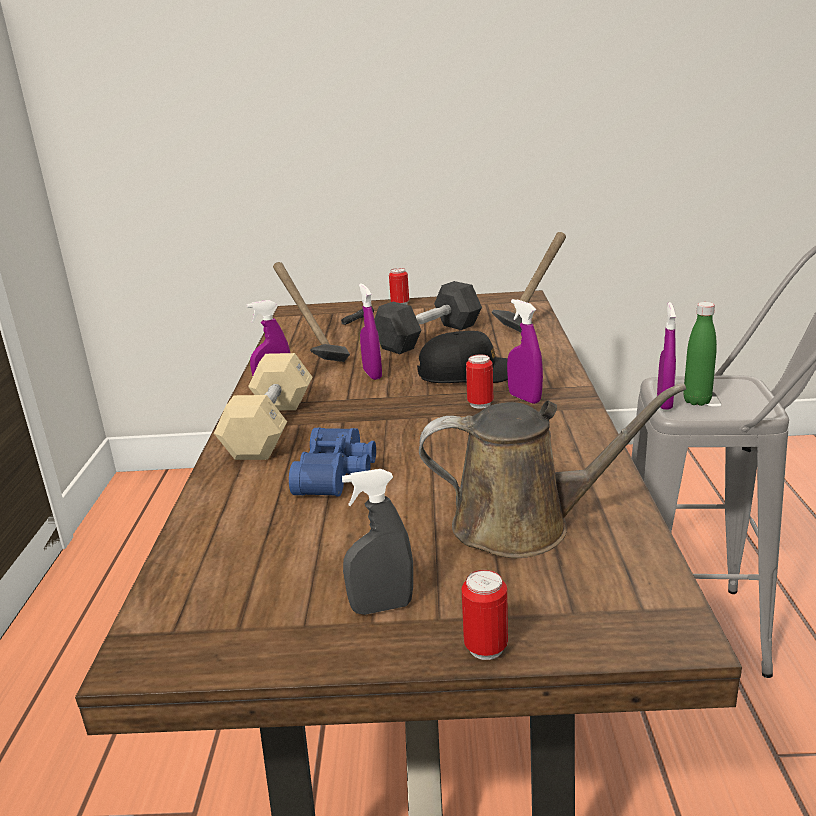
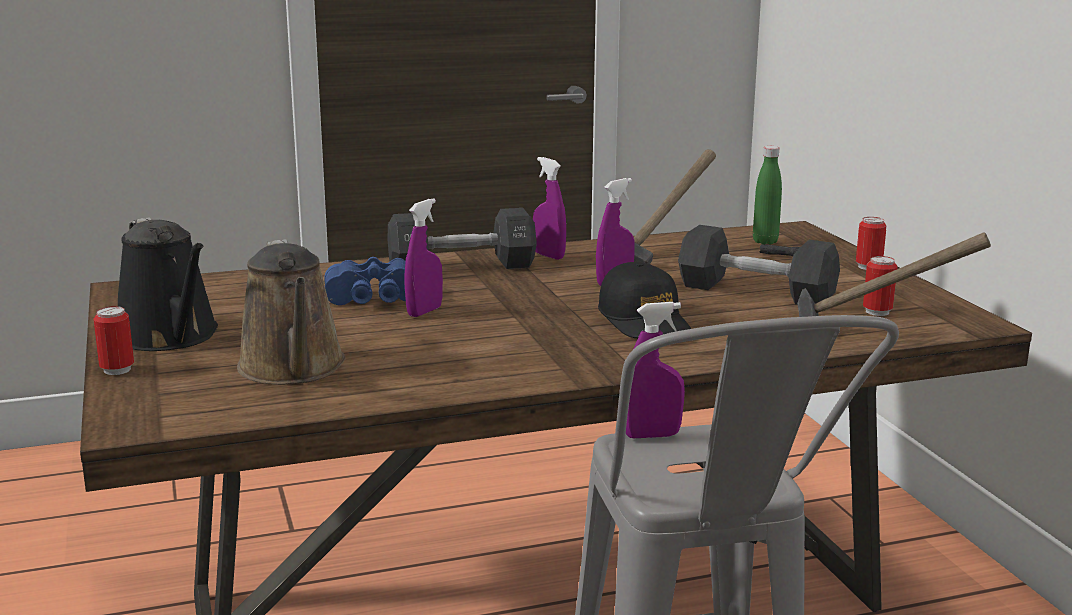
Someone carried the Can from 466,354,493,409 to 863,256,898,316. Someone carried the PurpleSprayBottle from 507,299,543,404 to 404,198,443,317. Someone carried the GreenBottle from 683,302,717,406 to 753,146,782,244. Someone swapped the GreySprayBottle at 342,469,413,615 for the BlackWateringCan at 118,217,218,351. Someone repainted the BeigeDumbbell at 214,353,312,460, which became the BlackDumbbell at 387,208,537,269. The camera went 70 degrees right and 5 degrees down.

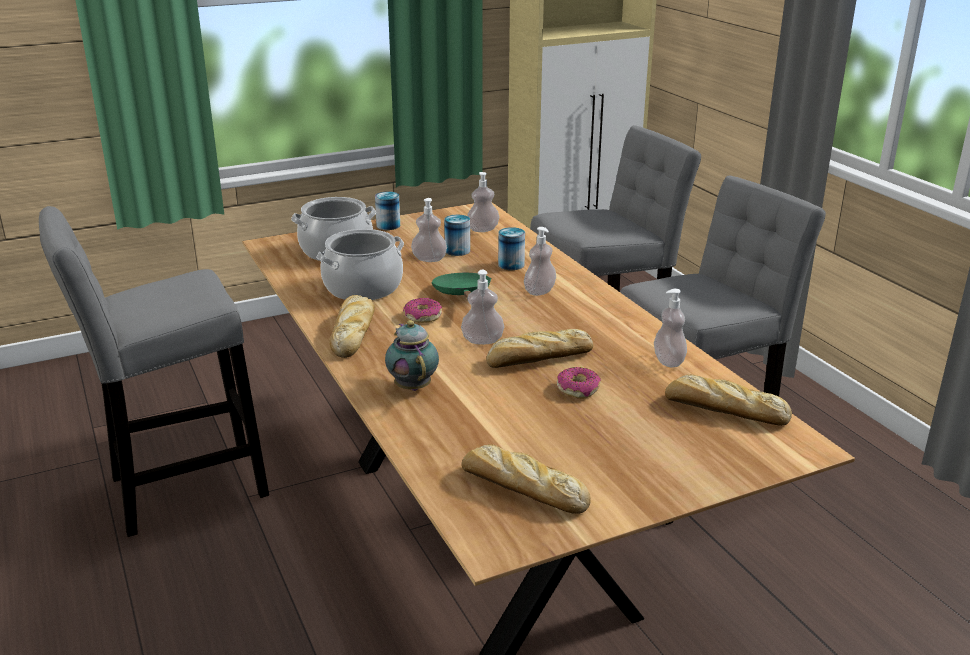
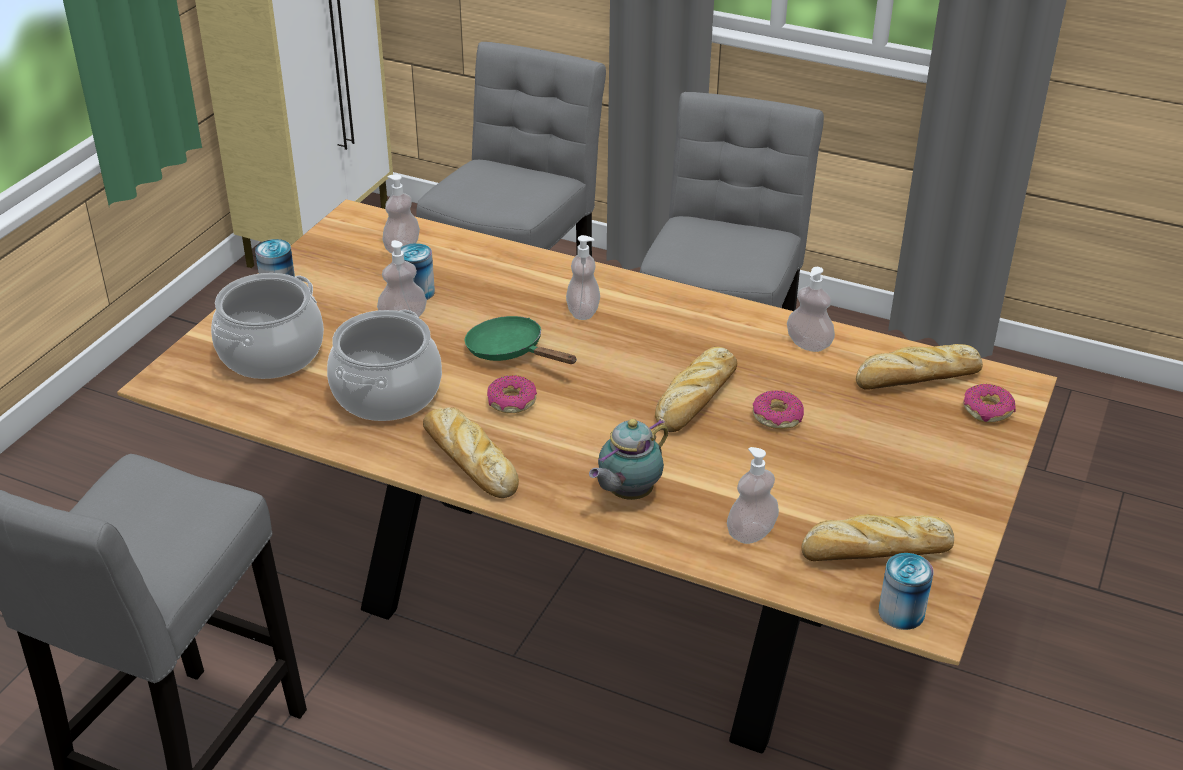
Someone put down the Donut at 963,384,1016,423. Someone carried the SoapDispenser from 461,270,504,345 to 727,447,779,544. Someone carried the Can from 498,227,525,270 to 878,553,933,630. Someone rotated the Teapot at 385,320,439,391 by 75 degrees counterclockwise. The camera went 40 degrees left and 10 degrees up.

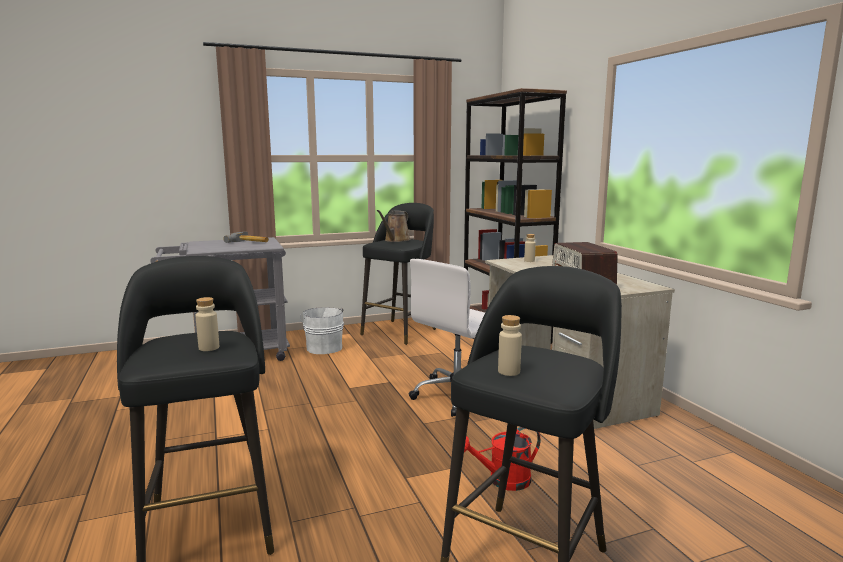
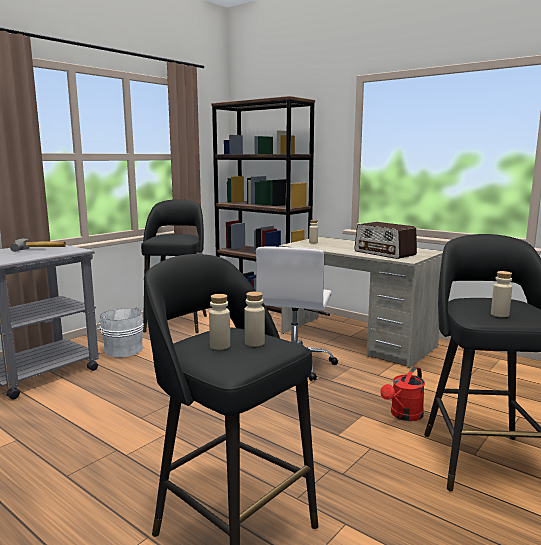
Someone took away the BrownWateringCan at 377,210,411,242. Someone put down the BeigeBottle at 209,294,230,350. The camera went 30 degrees left and 0 degrees up.

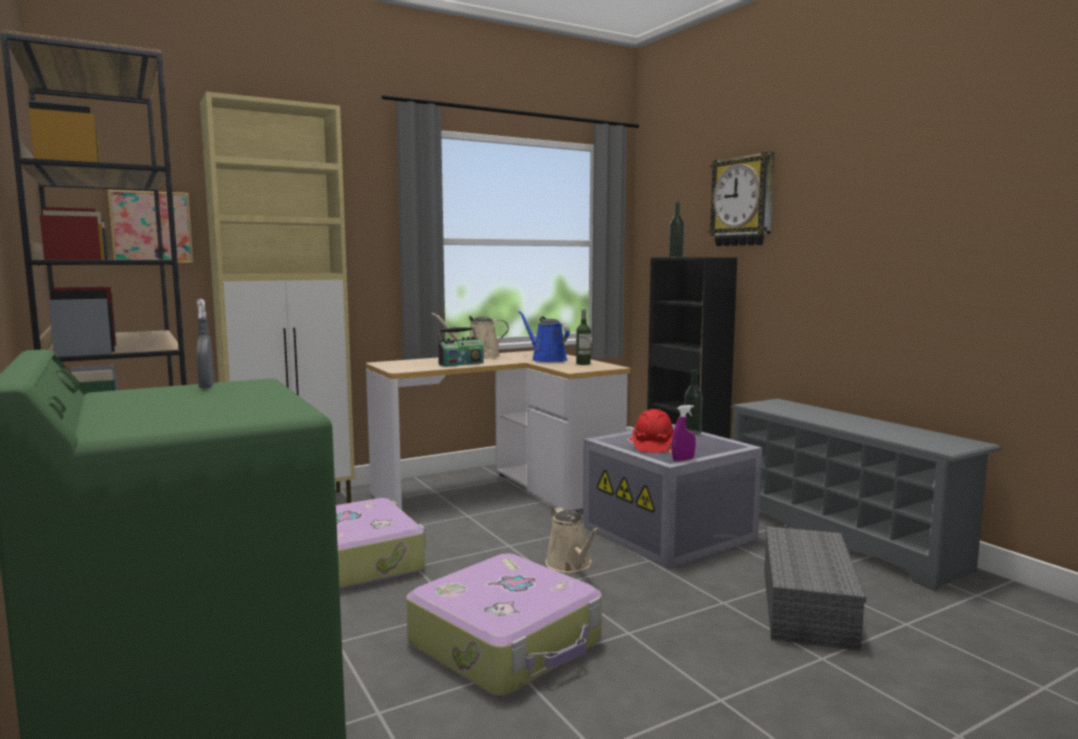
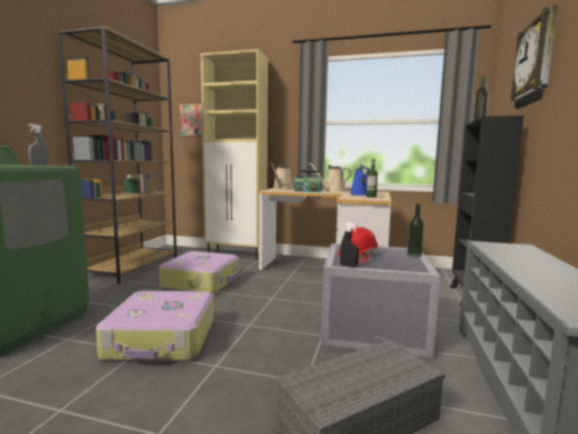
Someone carried the BeigeWateringCan from 545,507,600,573 to 270,162,294,190. Someone repainted the PurpleSprayBottle at 672,405,696,461, which became the BlackSprayBottle at 340,222,359,267. The camera went 45 degrees right and 0 degrees up.

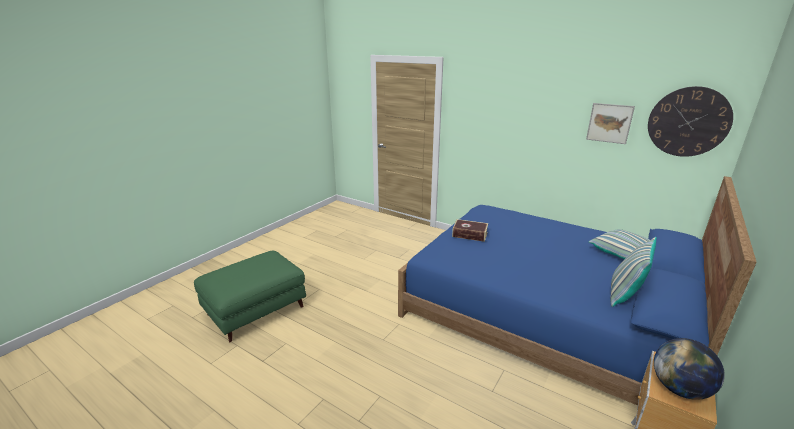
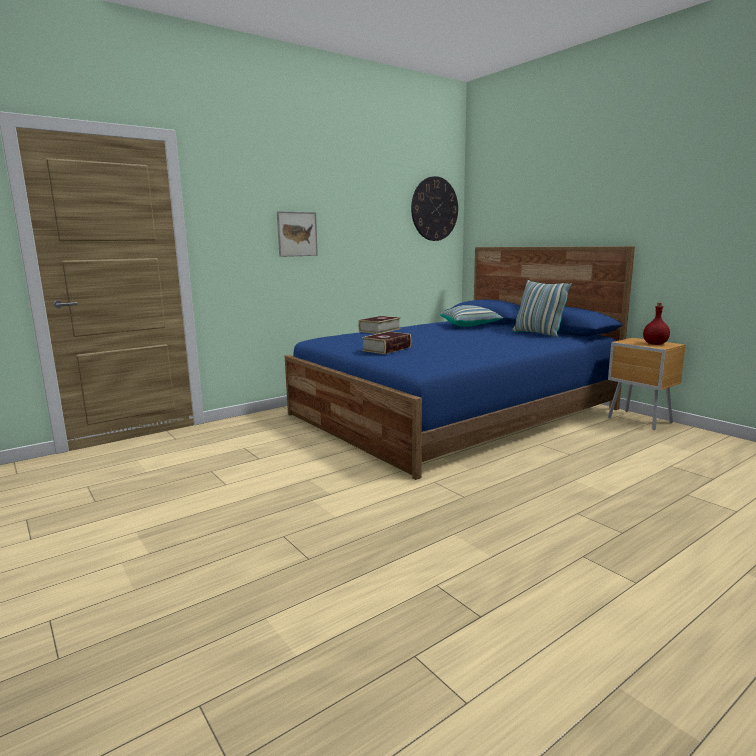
Someone took away the GreenOttoman at 194,251,306,343. Someone put down the Book at 358,316,401,334. Someone carried the Picture from 586,103,635,144 to 277,211,318,257. Someone swapped the Globe at 654,338,725,400 for the RedBottle at 643,303,670,345. The camera went 70 degrees left and 10 degrees down.

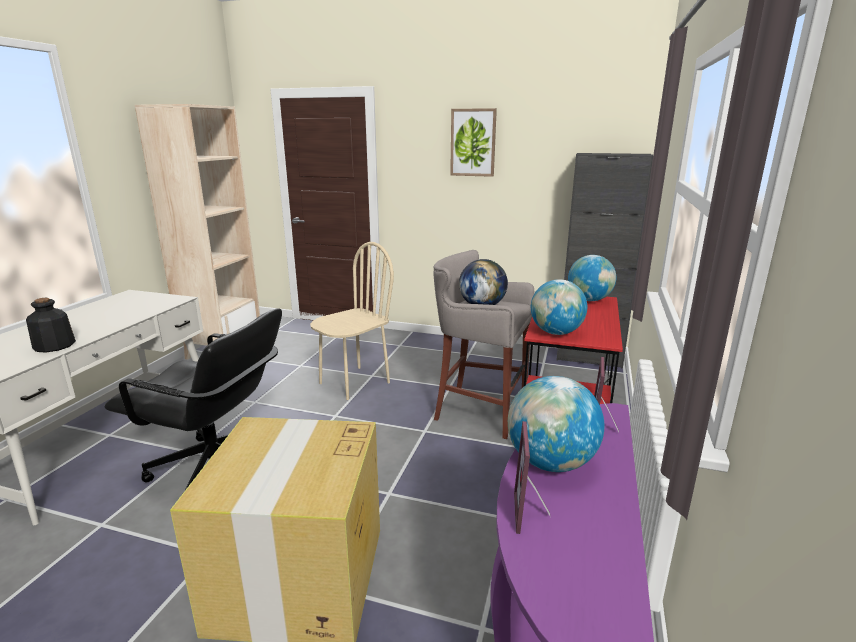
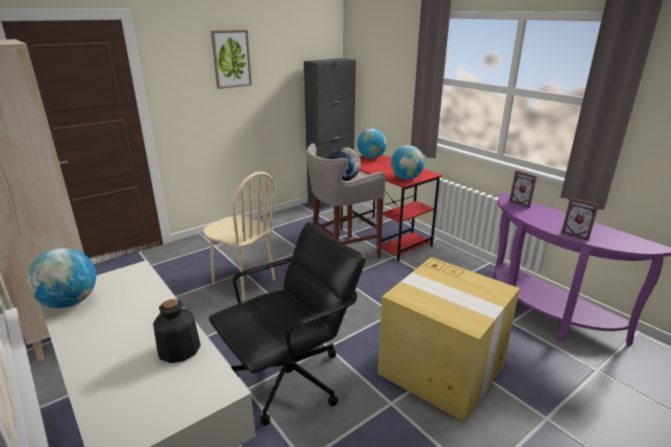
Someone carried the Globe from 508,376,604,472 to 27,248,96,308. Someone rotated the BeigeChair at 310,242,394,400 by 135 degrees clockwise. The camera went 55 degrees left and 5 degrees up.

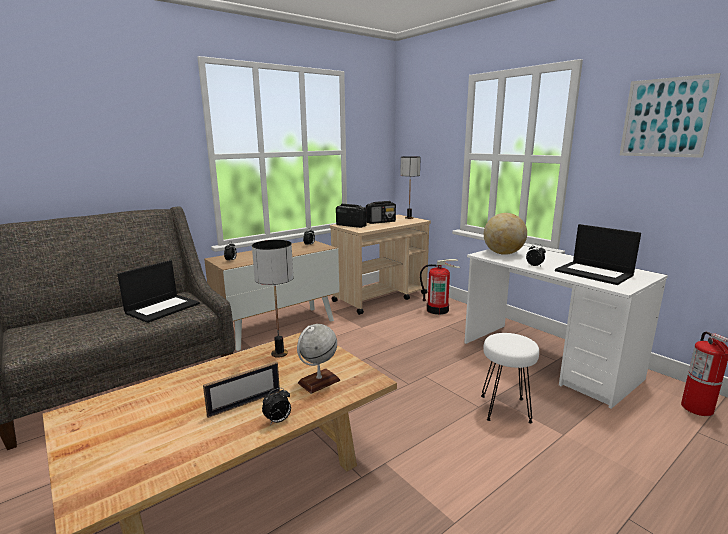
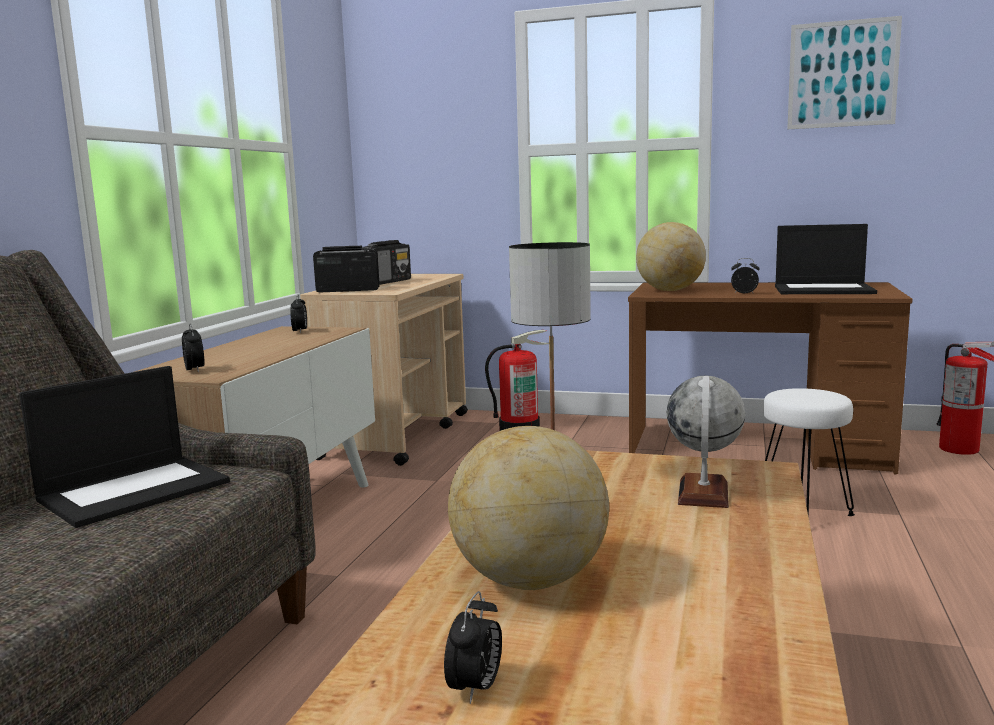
Someone took away the PictureFrame at 203,362,280,418. Someone took away the TableLamp at 400,156,421,219. Someone put down the Globe at 448,426,609,590. Someone carried the AlarmClock from 262,388,291,425 to 444,591,502,704. Someone repainted the WhiteDesk at 464,245,668,409, which became the BrownDesk at 628,282,912,475. Someone rotated the Laptop at 117,260,200,323 by 45 degrees clockwise. The camera went 35 degrees left and 5 degrees down.

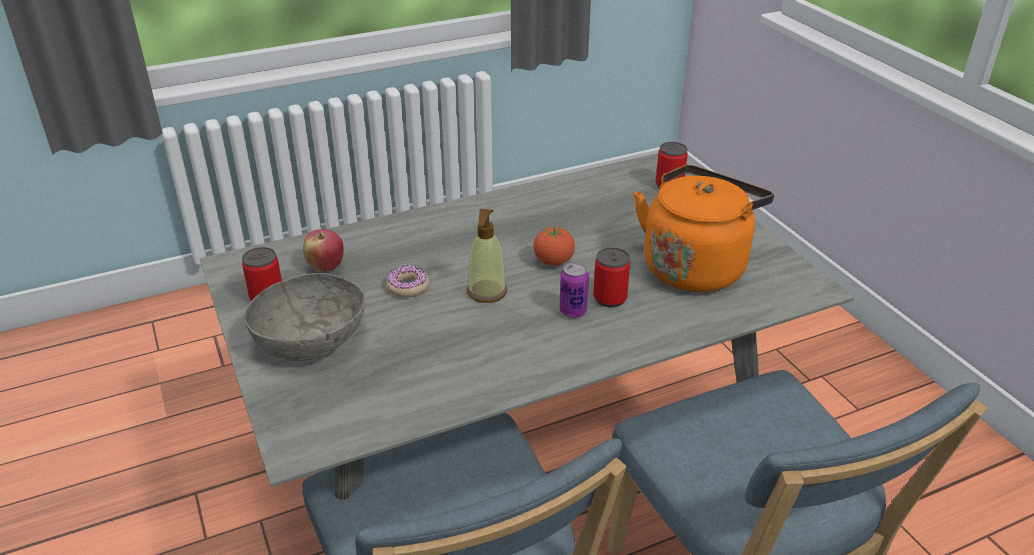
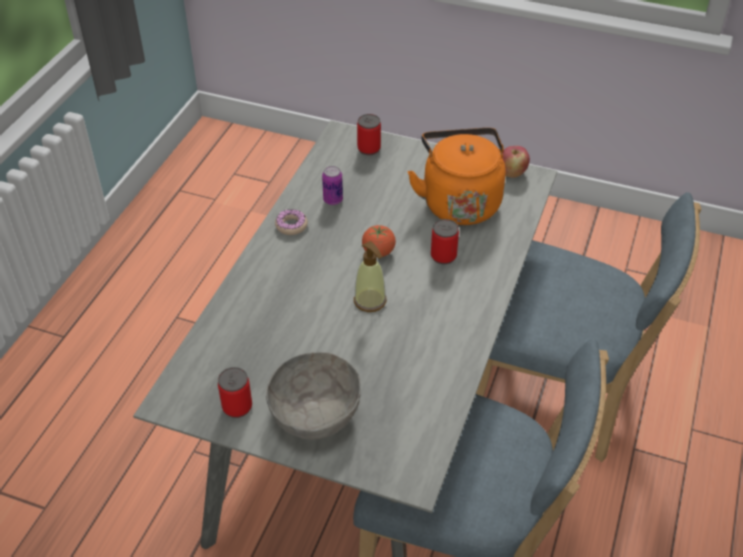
Someone carried the Apple from 303,229,344,272 to 501,146,530,178. Someone carried the Donut from 386,265,430,297 to 275,210,308,235. Someone carried the Can from 559,262,589,318 to 322,166,343,205. The camera went 45 degrees left and 10 degrees up.

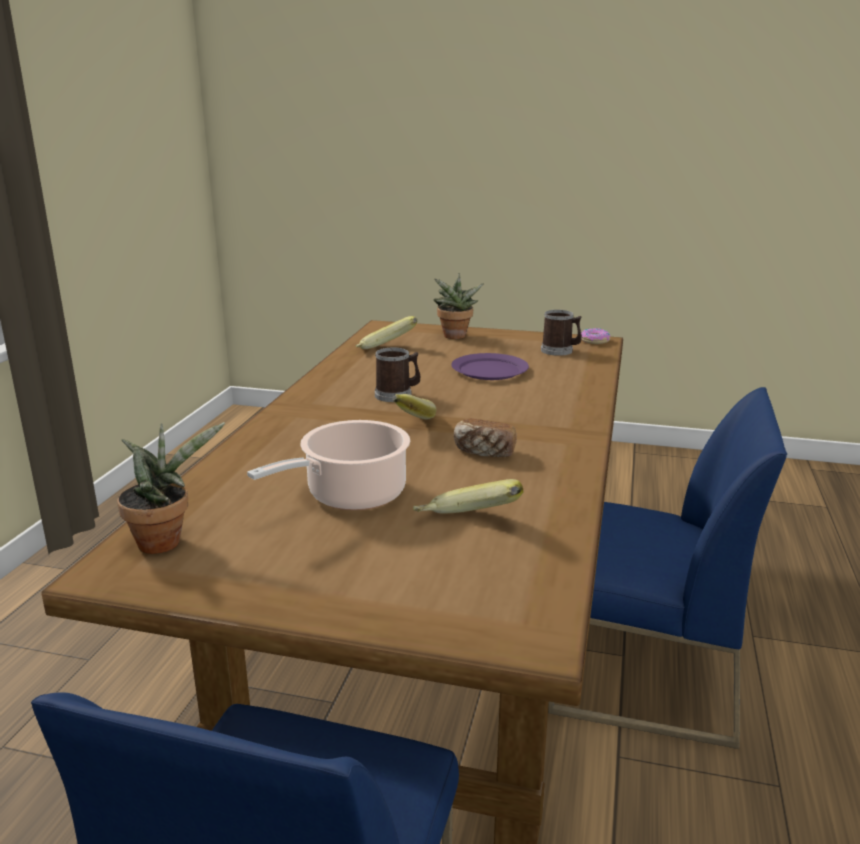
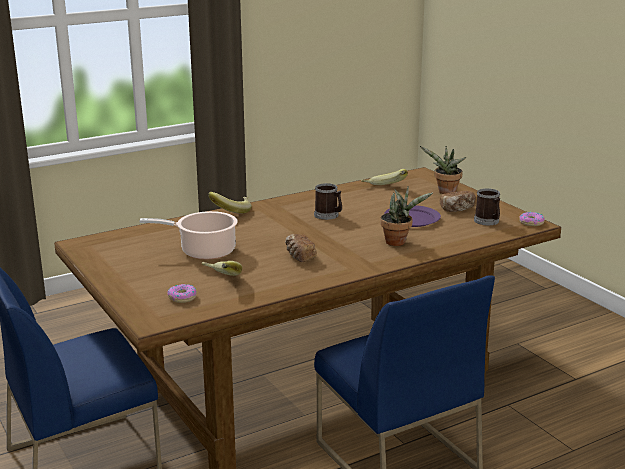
Someone put down the Donut at 167,284,197,303. Someone put down the Bread at 440,191,476,212. Someone carried the PottedPlant from 117,422,225,554 to 380,186,433,246. Someone carried the Banana from 393,394,437,420 to 208,192,252,214. The camera went 45 degrees right and 0 degrees up.

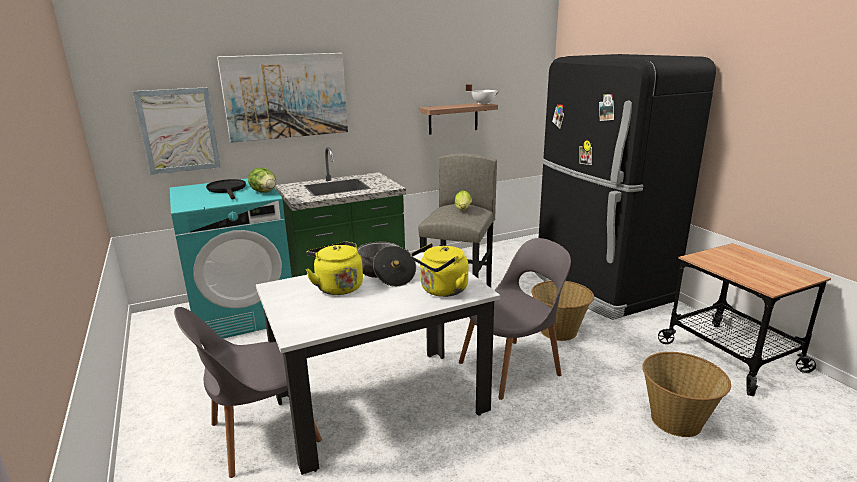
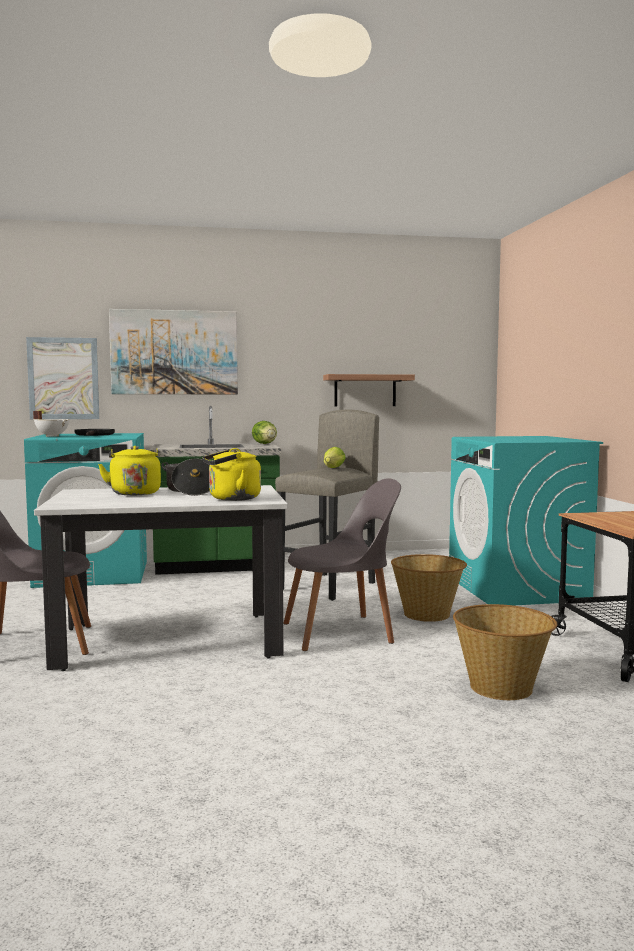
Someone carried the Lettuce from 248,168,276,193 to 252,421,277,444. Someone carried the WhiteCookingPot from 466,84,500,105 to 33,411,69,437. Someone swapped the BlackFridge at 535,54,716,320 for the TurquoiseWashingMachine at 449,436,603,606. The camera went 15 degrees right and 15 degrees down.

